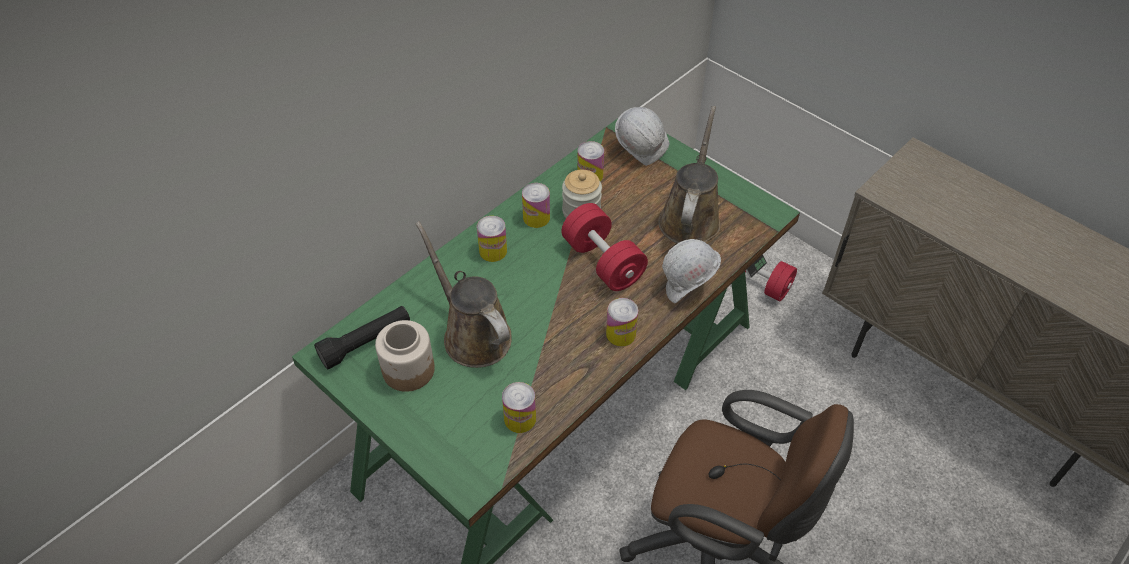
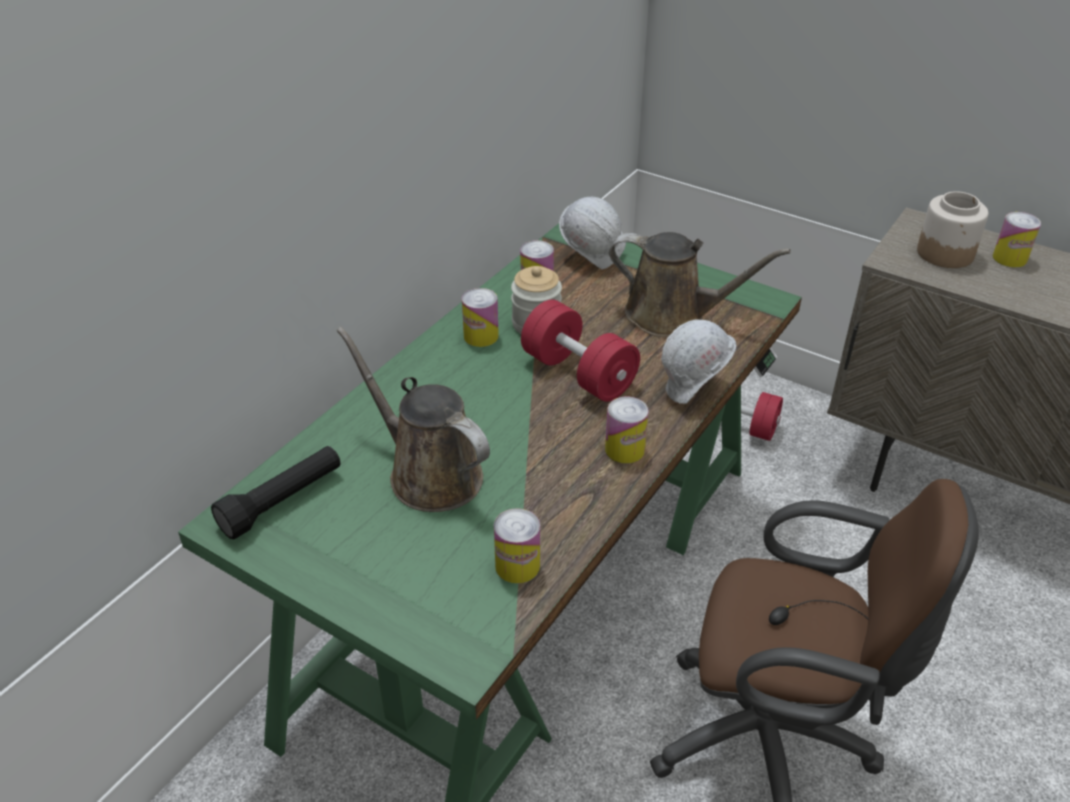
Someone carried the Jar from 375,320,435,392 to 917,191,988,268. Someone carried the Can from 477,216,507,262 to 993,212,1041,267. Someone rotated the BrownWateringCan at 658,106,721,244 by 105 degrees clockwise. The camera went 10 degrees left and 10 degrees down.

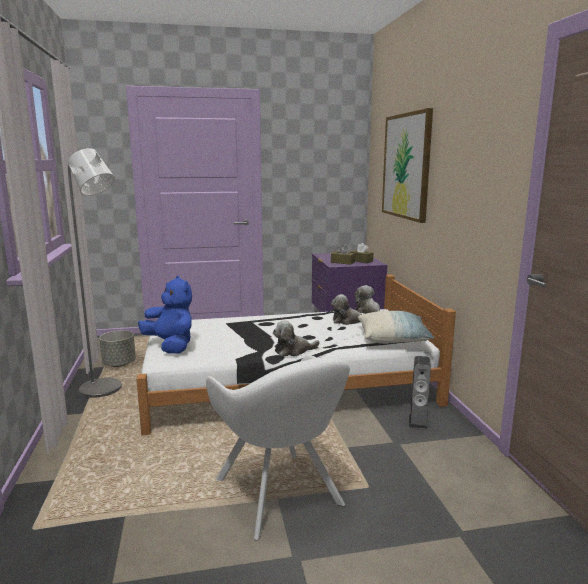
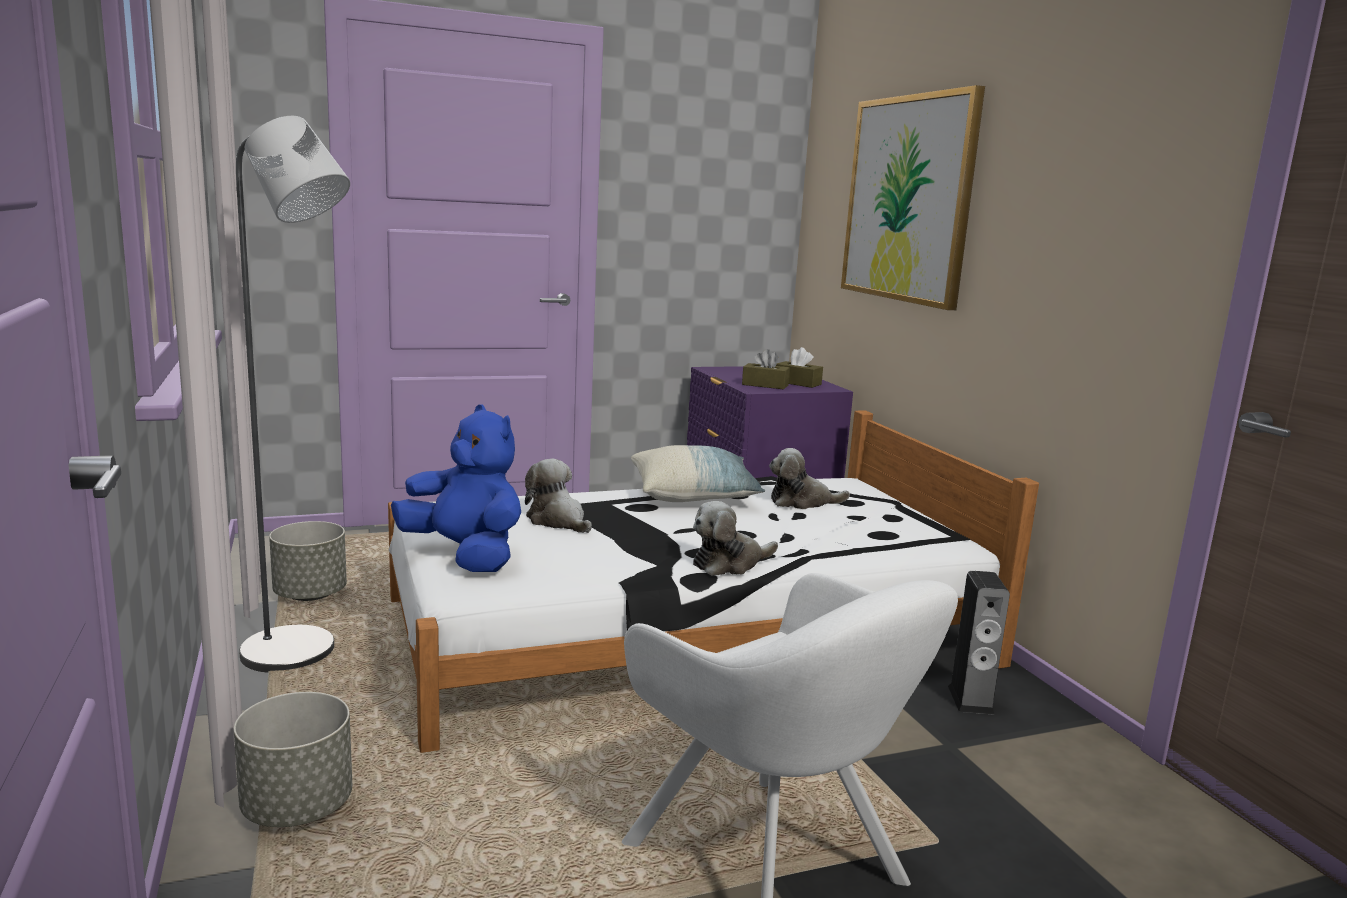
Someone put down the GreyPlanter at 234,692,352,827. Someone carried the PlushToy from 355,285,380,314 to 525,459,592,533. Someone carried the Pillow from 358,311,435,344 to 631,445,765,502. The camera went 10 degrees left and 0 degrees up.

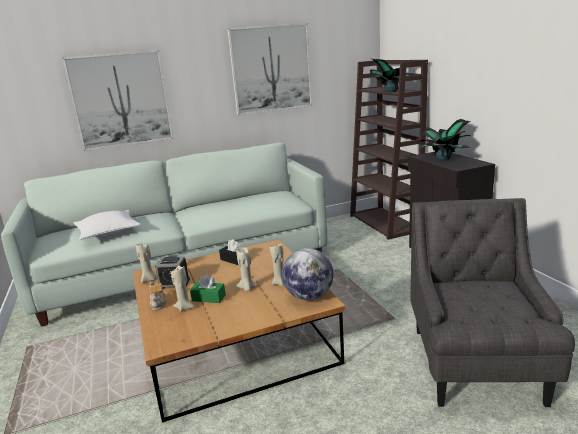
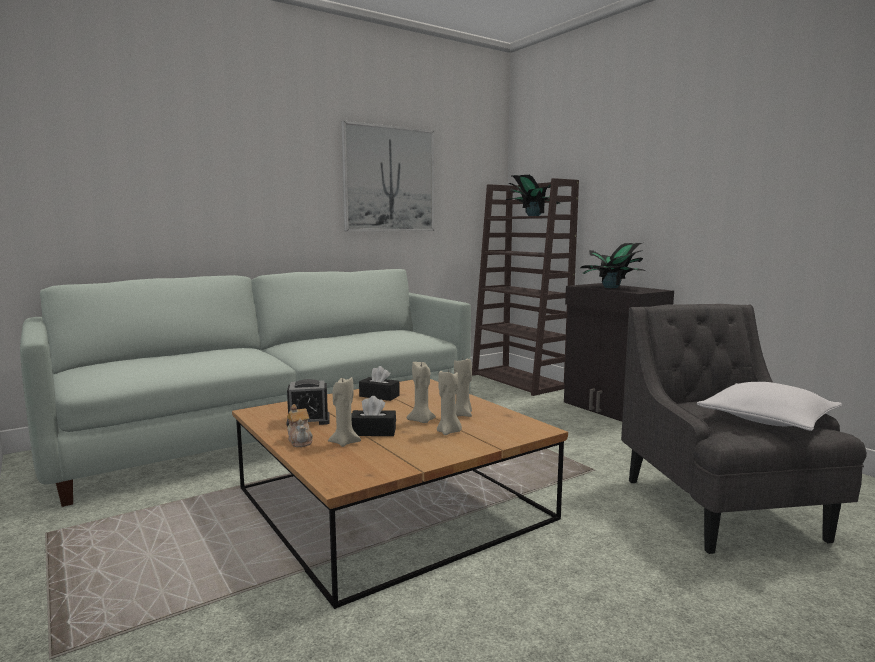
Someone took away the Picture at 62,50,173,151. Someone took away the Globe at 282,248,334,300. Someone carried the WhitePillow from 74,210,141,240 to 697,382,842,431. Someone carried the BeigeCandle from 136,243,157,283 to 437,369,462,435. Someone repainted the GreenTissueBox at 190,274,226,303, which became the BlackTissueBox at 351,396,396,436. The camera went 15 degrees left and 10 degrees down.

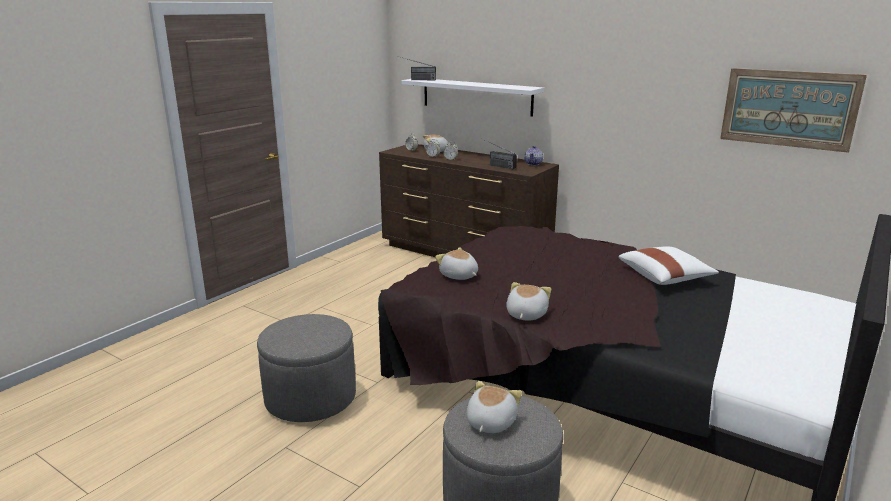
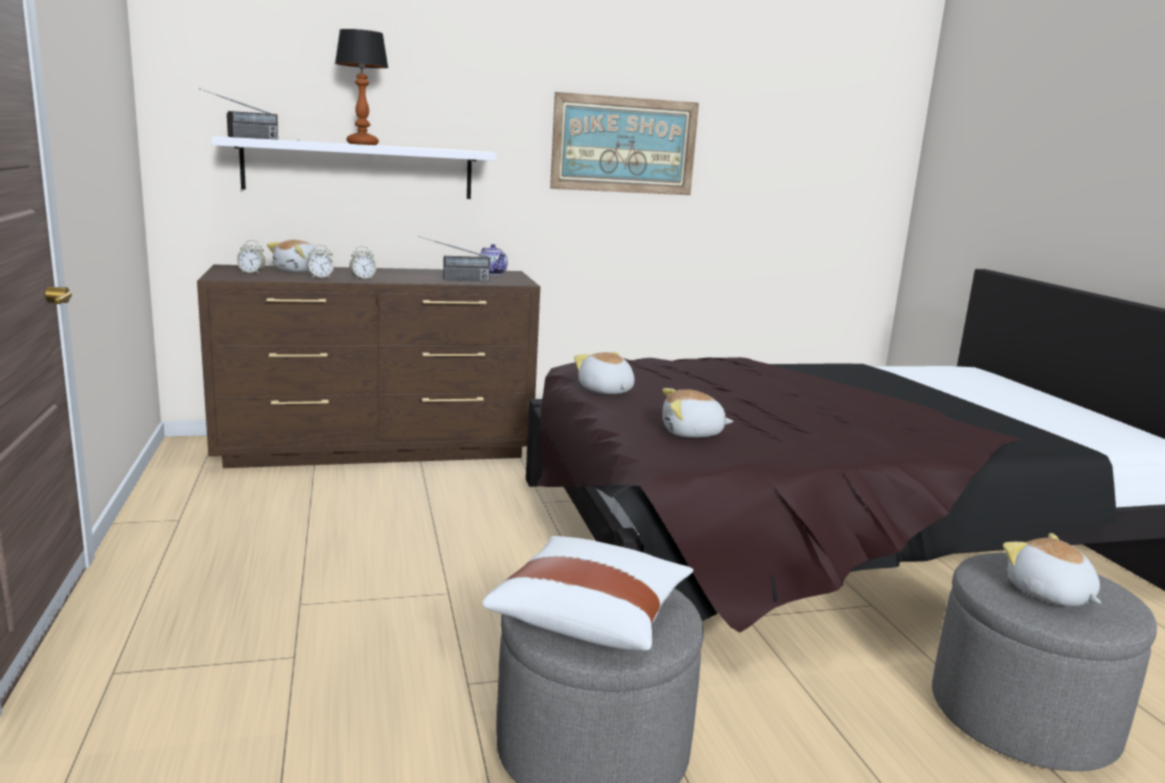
Someone put down the TableLamp at 335,29,388,145. Someone carried the PlushToy from 506,282,551,320 to 574,352,635,394. Someone carried the WhitePillow from 619,247,719,285 to 482,536,693,650. Someone carried the Picture from 720,68,867,153 to 550,92,699,195. The camera went 50 degrees left and 5 degrees down.

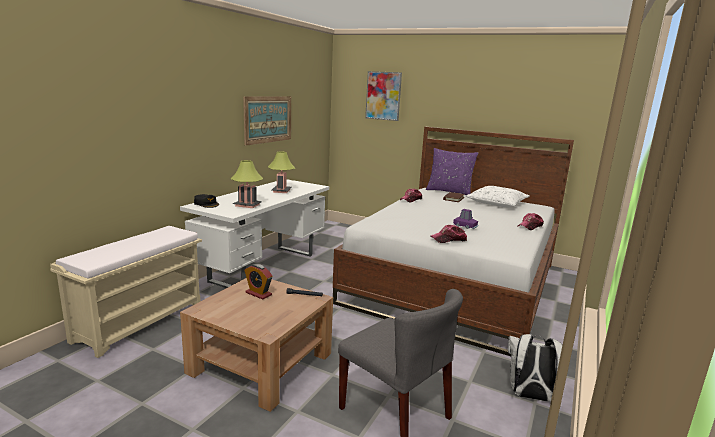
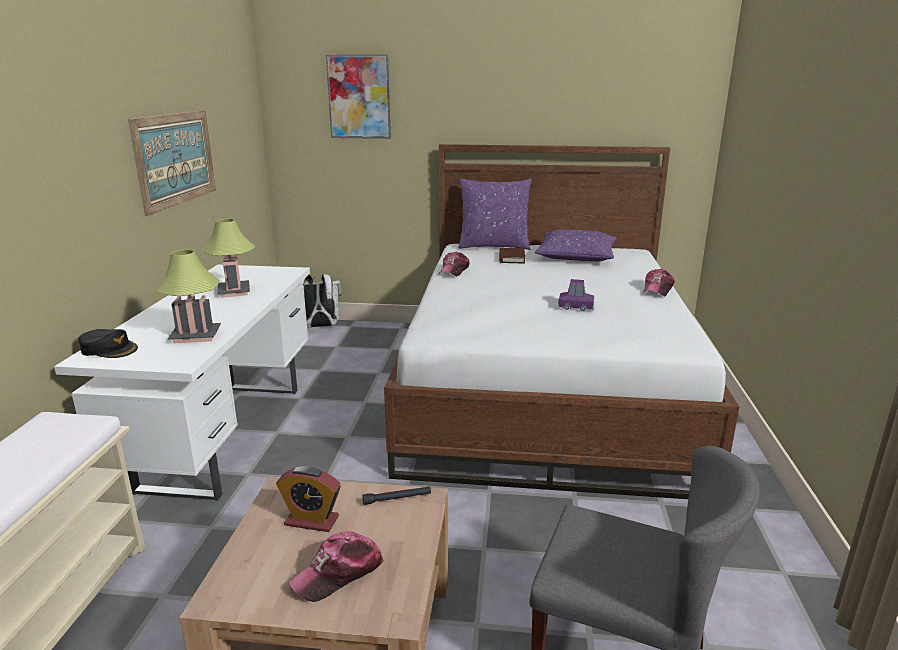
Someone carried the Cap from 431,225,467,243 to 288,531,384,602. Someone carried the WhiteBackpack from 508,334,562,402 to 298,274,342,327. Someone repainted the WhitePillow at 466,186,529,207, which became the PurplePillow at 535,229,617,262. The camera went 20 degrees left and 5 degrees up.

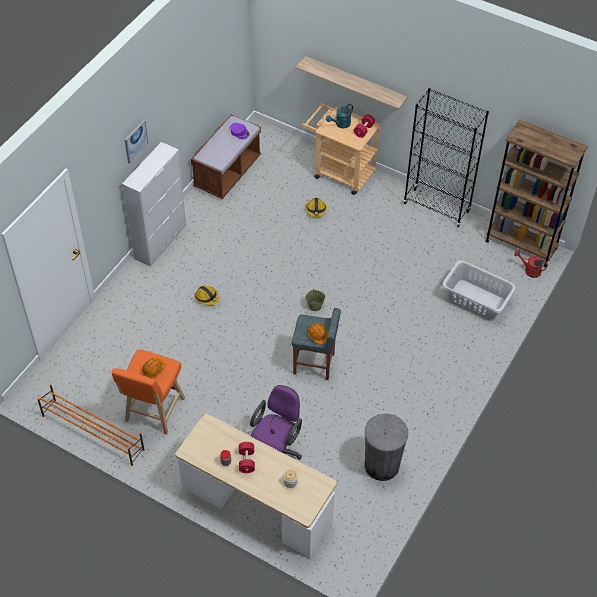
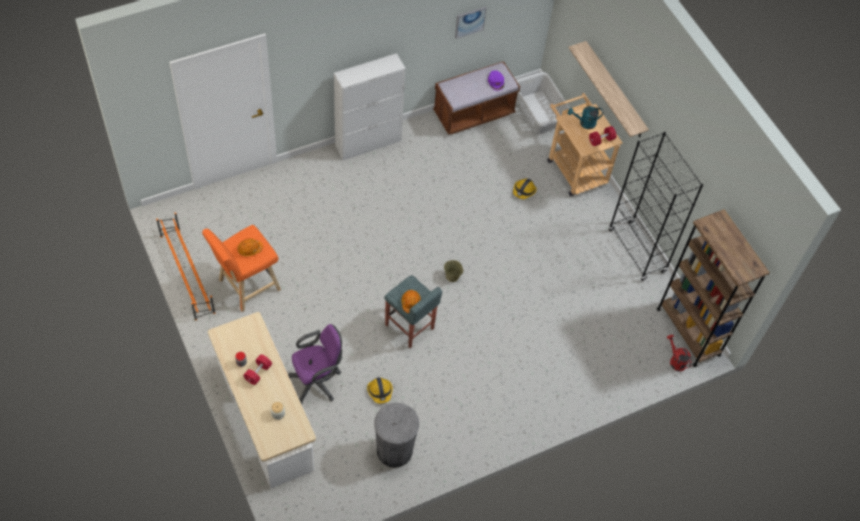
Someone carried the Picture from 125,120,148,163 to 455,7,487,39. Someone carried the HardHat from 194,286,220,306 to 367,377,393,404. Someone carried the GreyLaundryBasket from 442,260,516,321 to 516,72,570,134. The camera went 30 degrees right and 5 degrees up.

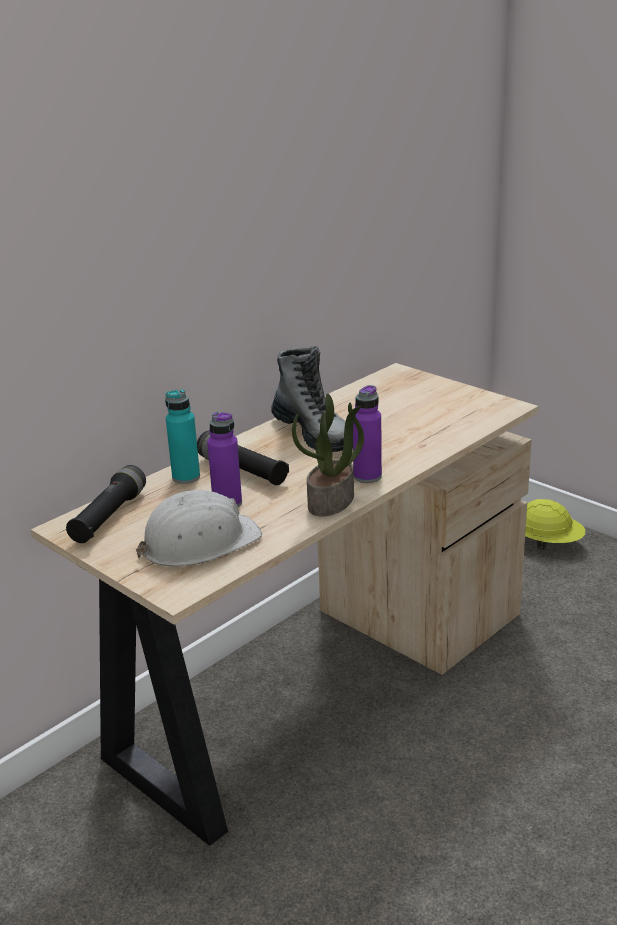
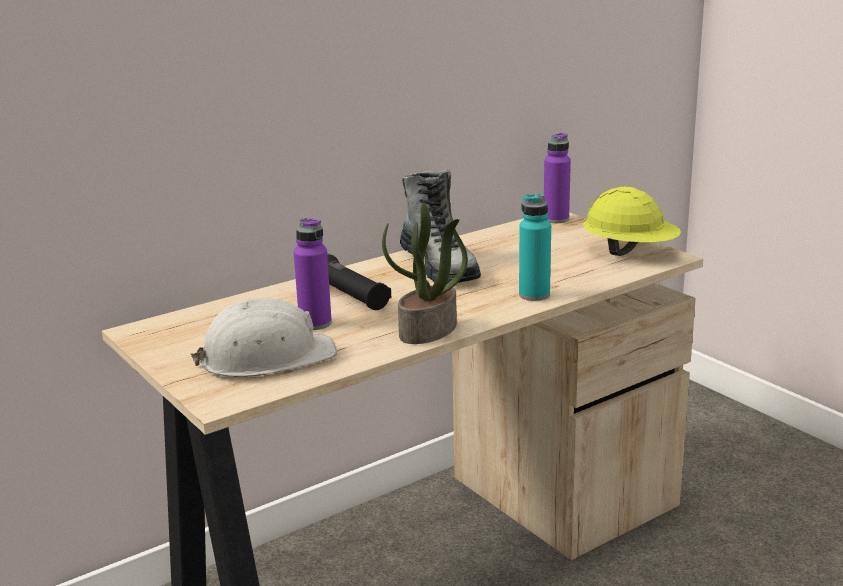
Someone took away the BlackFlashlight at 66,465,146,543. Someone carried the TurquoiseBottle from 165,389,200,484 to 519,194,551,301. Someone carried the PurpleBottle from 353,385,382,483 to 544,133,571,223. Someone carried the YellowHardHat from 525,499,586,549 to 583,187,681,256. The camera went 10 degrees right and 5 degrees down.

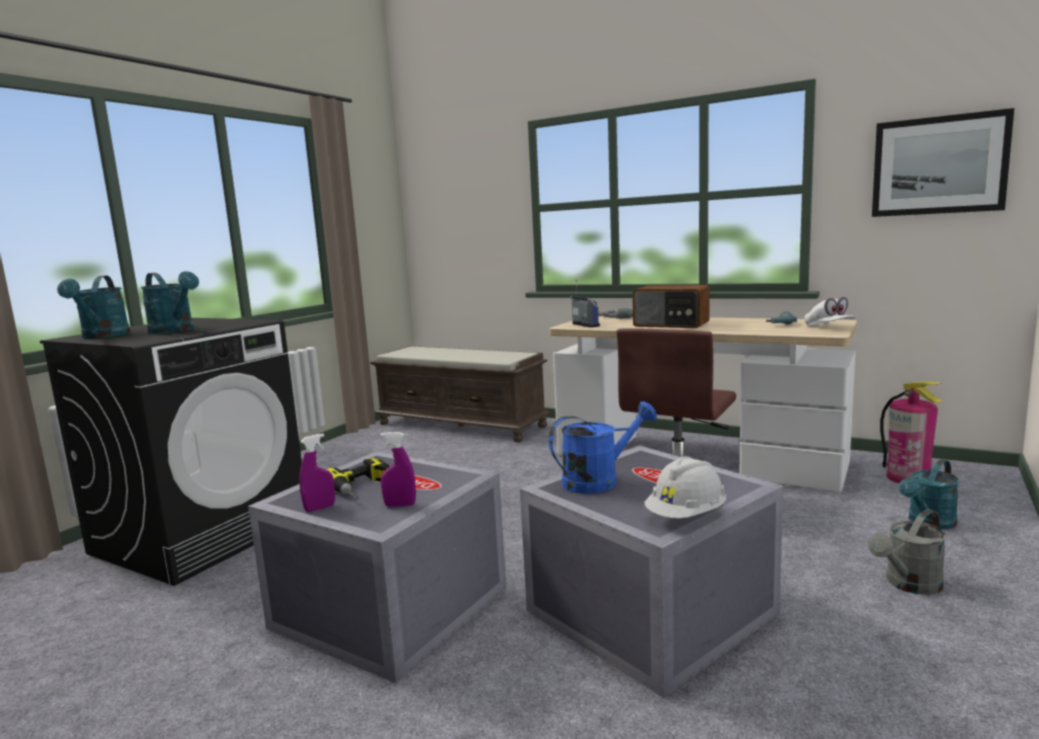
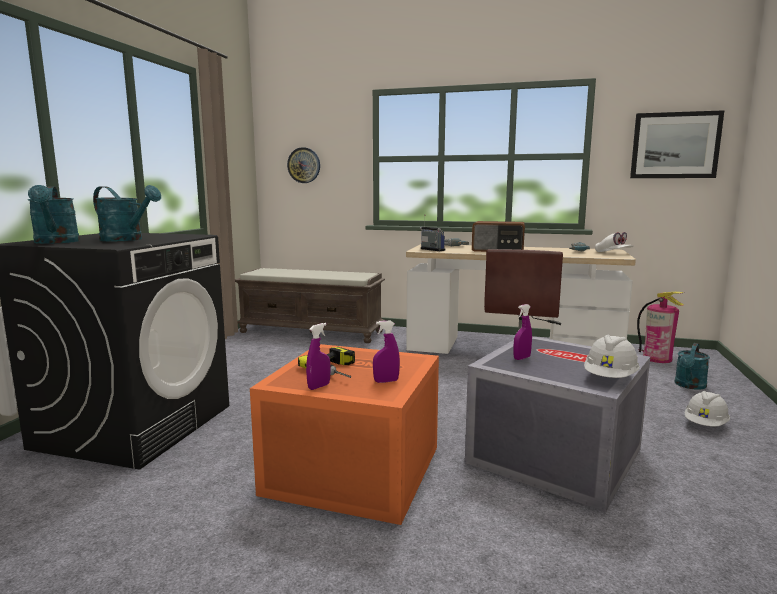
Someone put up the WallClock at 287,147,320,183. Someone swapped the BlueWateringCan at 549,401,657,494 for the PurpleSprayBottle at 513,304,532,360. Someone swapped the GreyWateringCan at 868,509,946,595 for the WhiteHardHat at 685,391,730,427. Someone repainted the GreyStorageBox at 248,451,506,683, which became the OrangeStorageBox at 250,344,439,525. The camera went 15 degrees left and 0 degrees up.

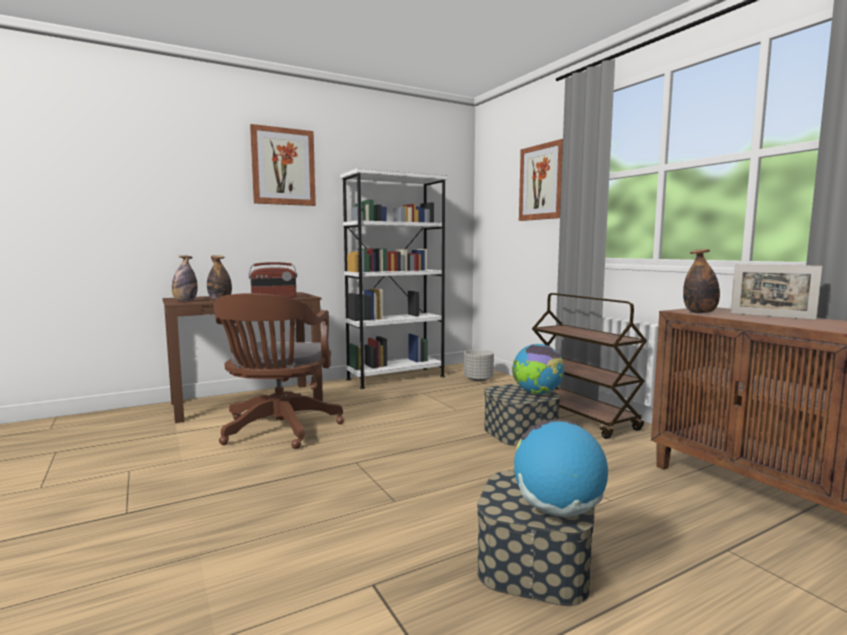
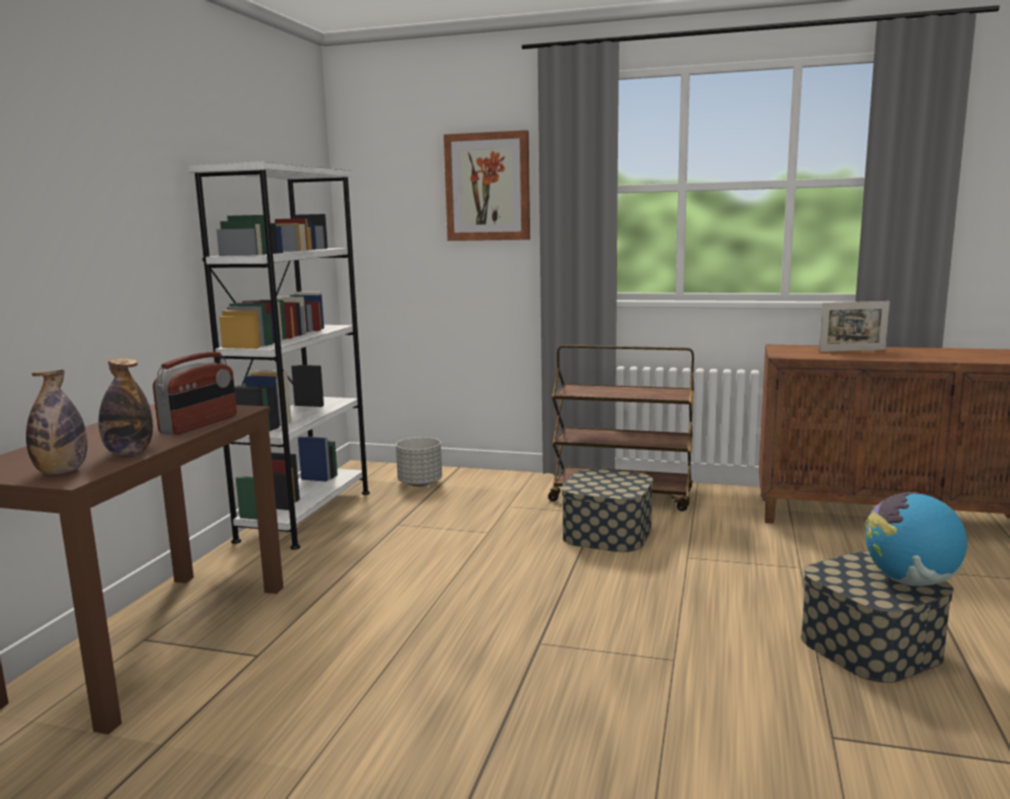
Someone took away the BrownOfficeChair at 213,293,344,449. Someone took away the Picture at 250,124,316,206. Someone took away the Globe at 512,344,564,395. Someone took away the Bottle at 683,249,720,313. The camera went 45 degrees left and 5 degrees up.

